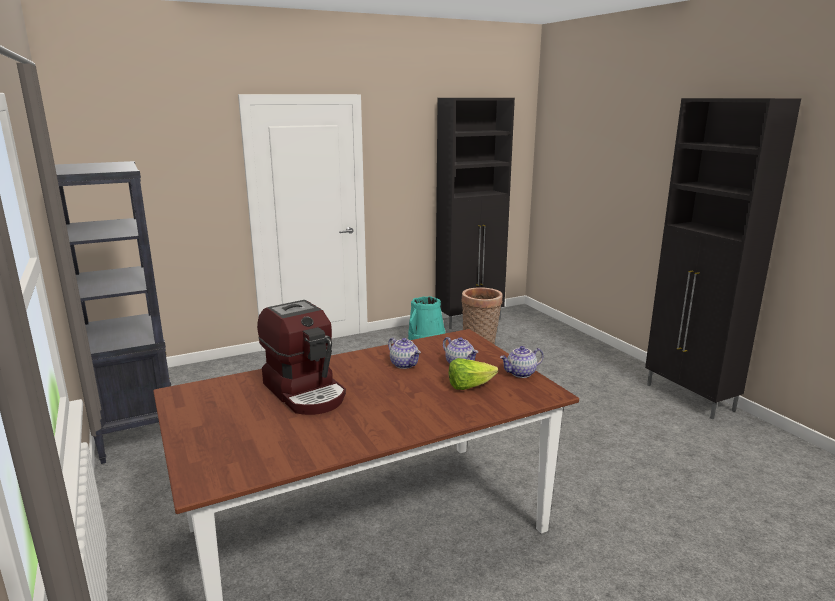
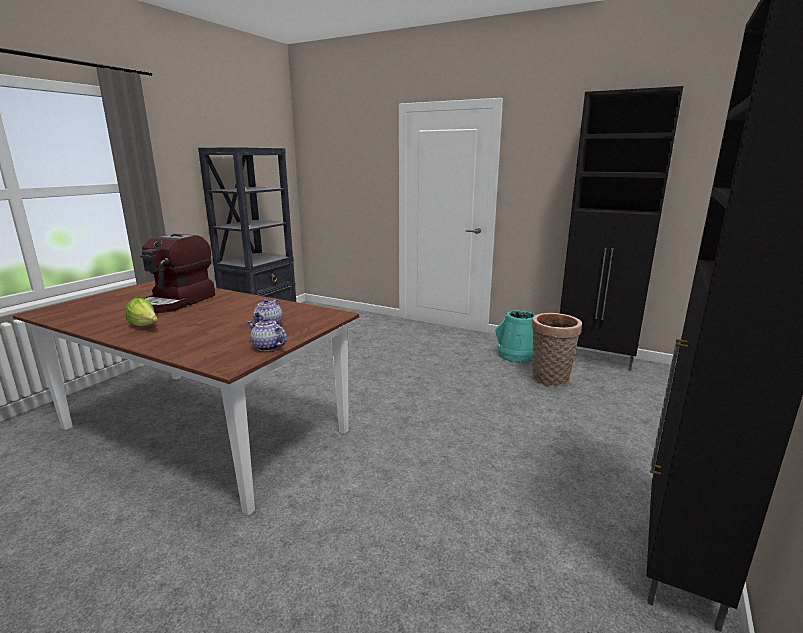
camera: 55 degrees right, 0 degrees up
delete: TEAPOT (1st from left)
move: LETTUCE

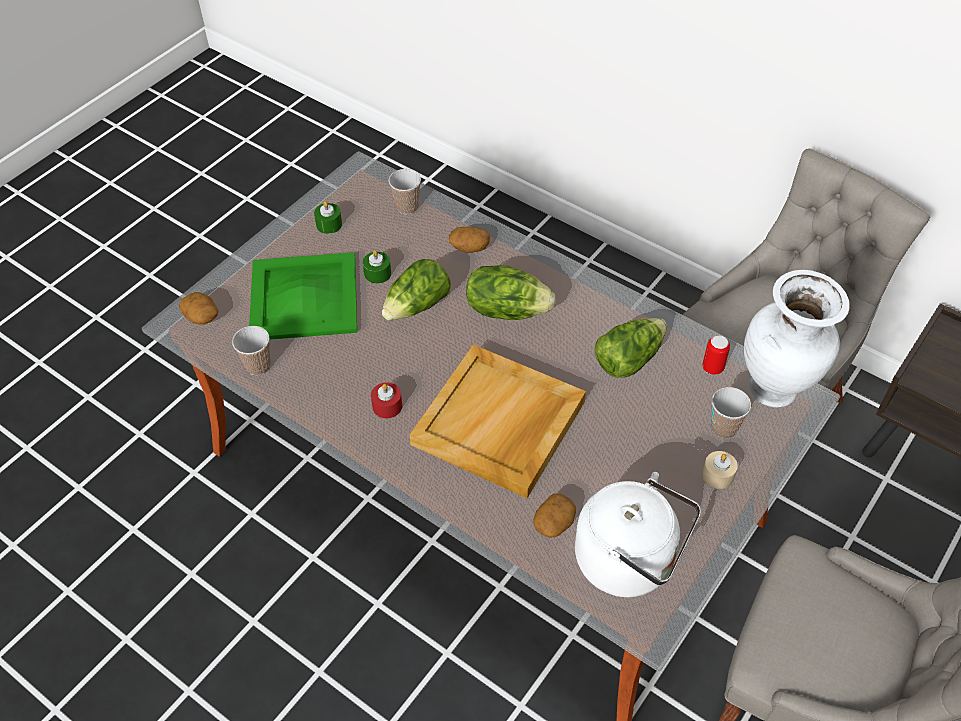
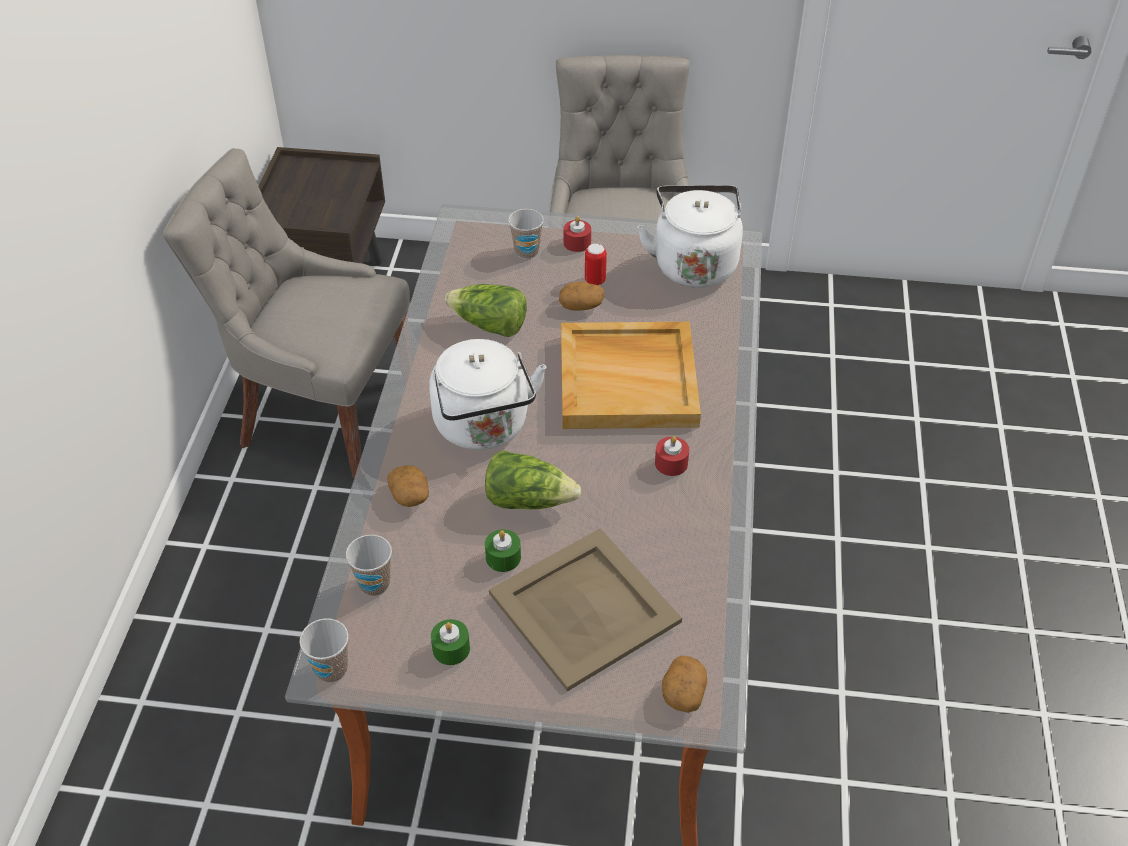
camera: 120 degrees left, 5 degrees down
delete: WHITE VASE
move: CUP (1st from left); POTATO (3rd from left in the first image) to POTATO (2nd from left); CAN
replace: LETTUCE (2nd from left) to WHITE KETTLE (1st from left)
recolor: GREEN TRAY to BEIGE TRAY (1st from left); BEIGE CANDLE to RED CANDLE (1st from left)

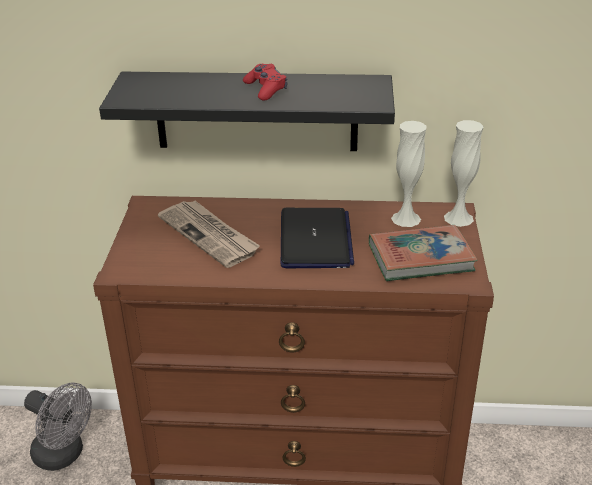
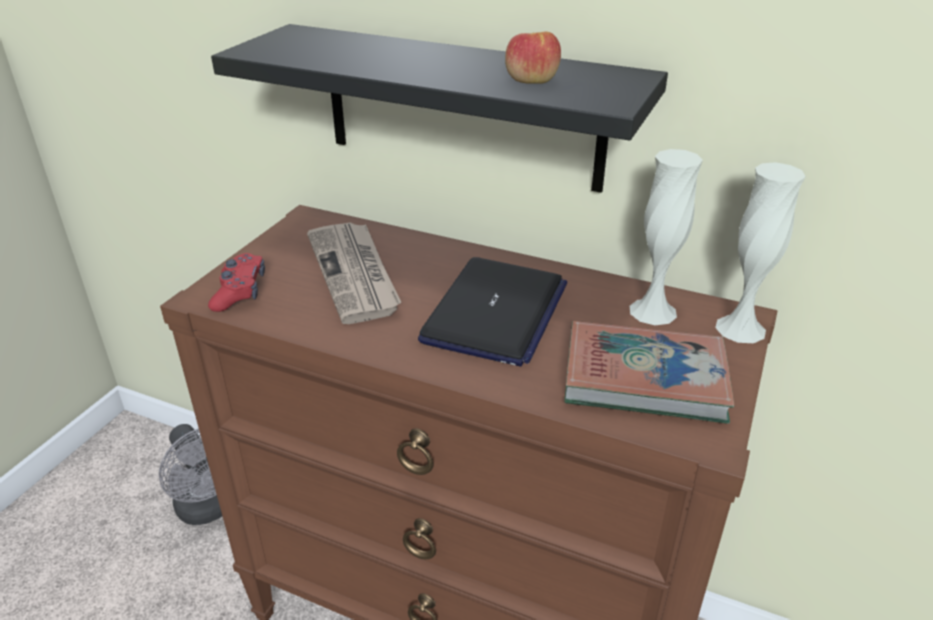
camera: 20 degrees right, 0 degrees up
insert: APPLE
move: RED GAME CONTROLLER

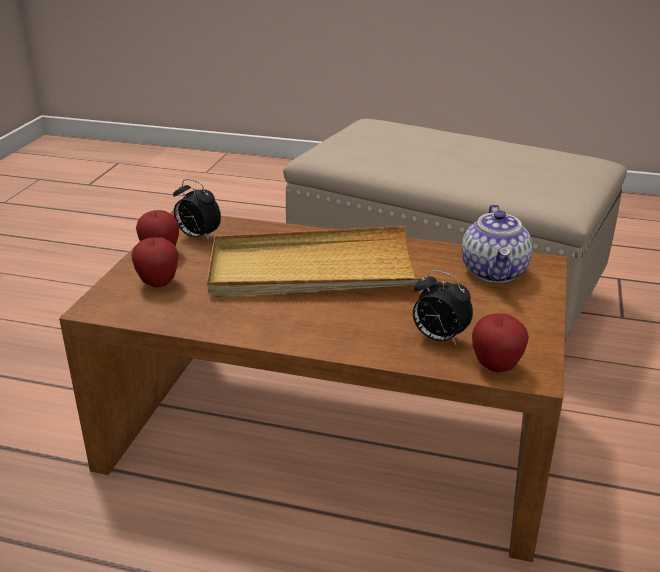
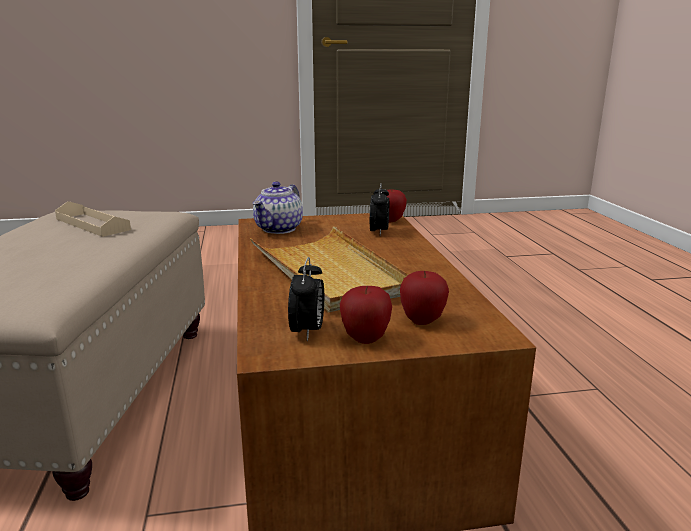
camera: 115 degrees left, 10 degrees down
insert: BEIGE TRAY (1st from left)
rotate: TEAPOT 135 degrees clockwise

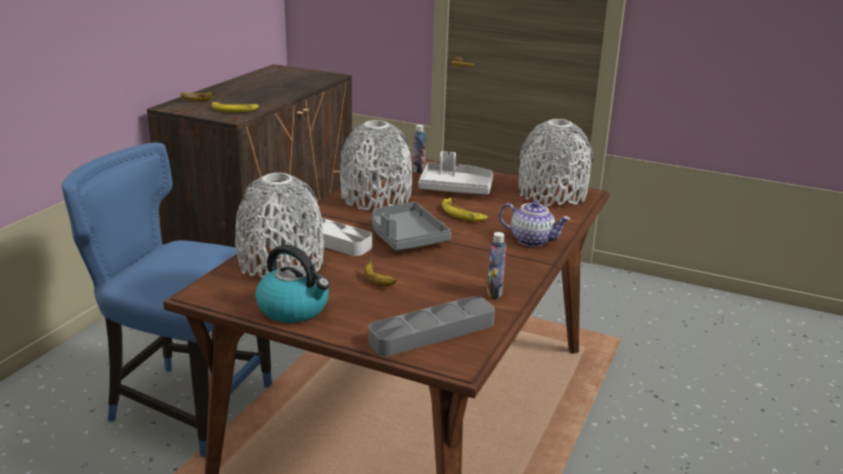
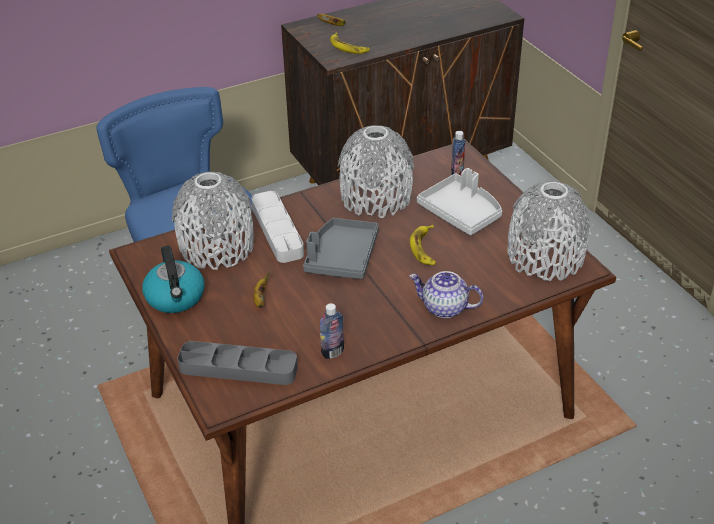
camera: 40 degrees right, 15 degrees up
rotate: TEAPOT 135 degrees clockwise

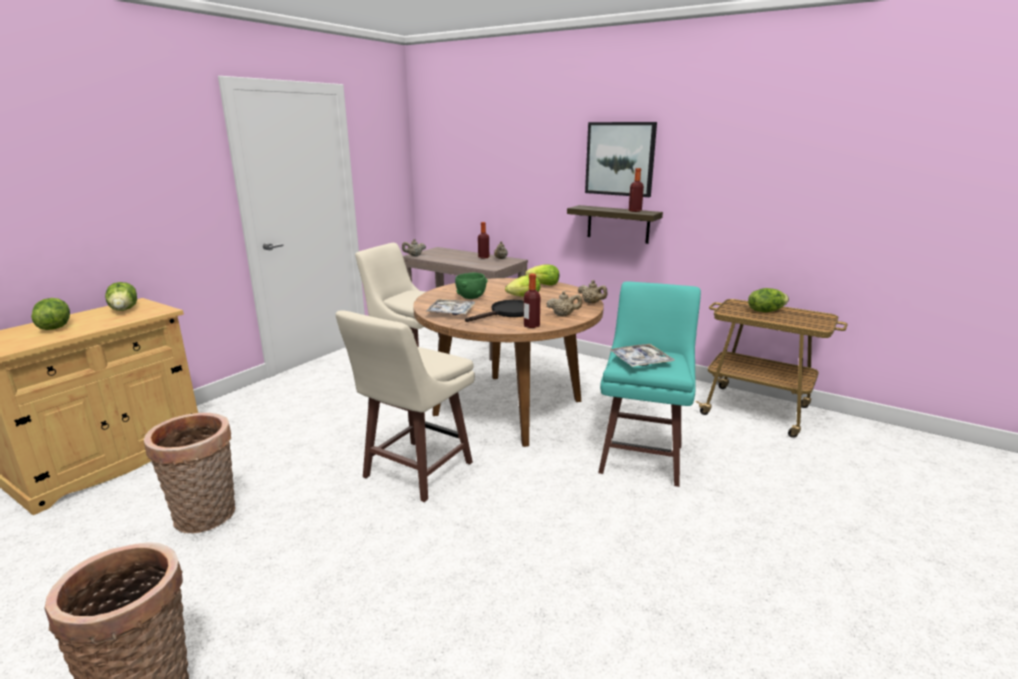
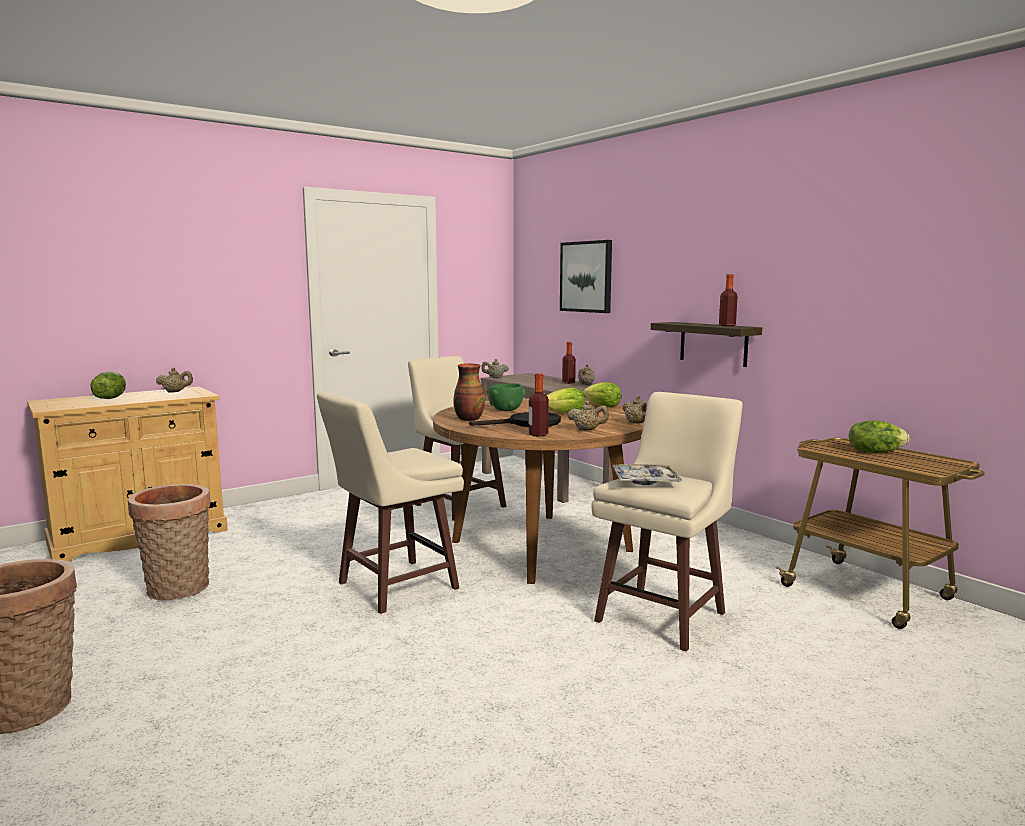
camera: 20 degrees right, 10 degrees down
move: PICTURE
replace: LETTUCE (2nd from left) to BEIGE TEAPOT (1st from left); TRAY (1st from left) to VASE
recolor: TURQUOISE STOOL to BEIGE STOOL (3rd from left)

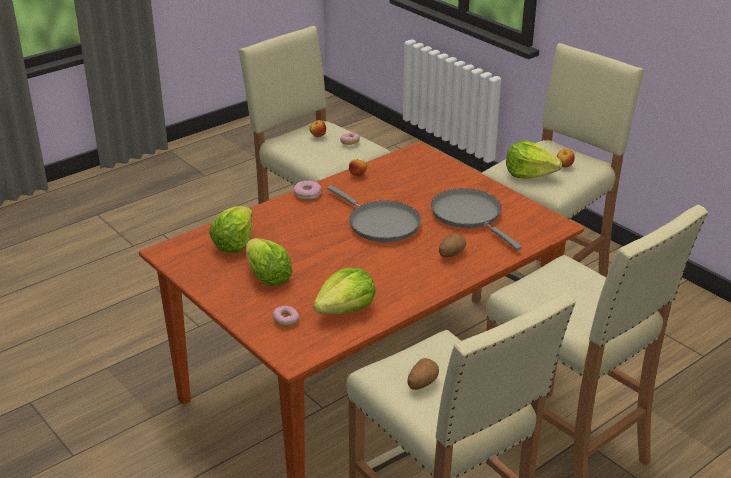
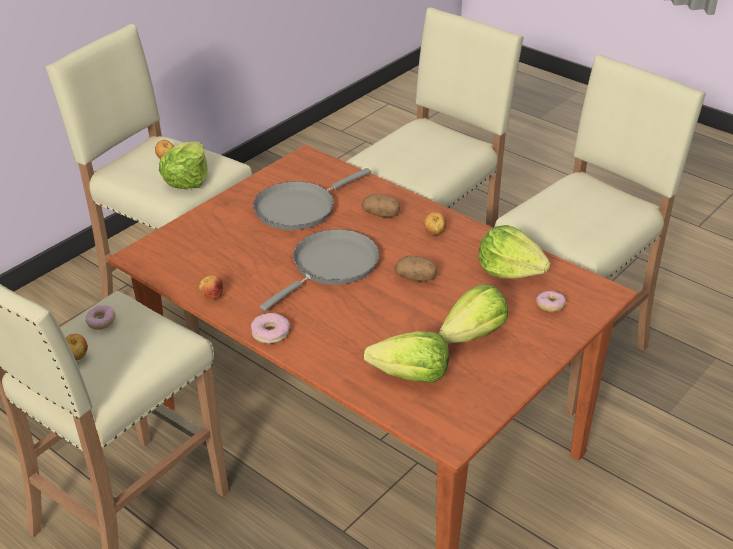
camera: 100 degrees left, 5 degrees up
insert: APPLE (4th from left)
move: POTATO (1st from left in the first image) to POTATO (2nd from left)

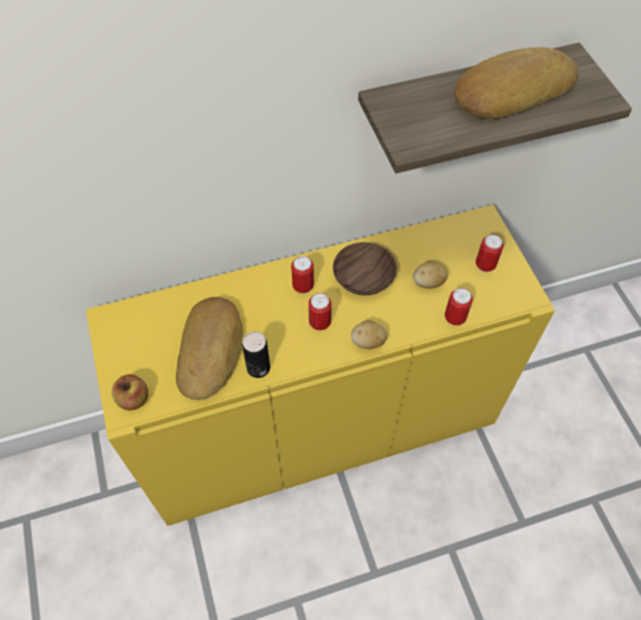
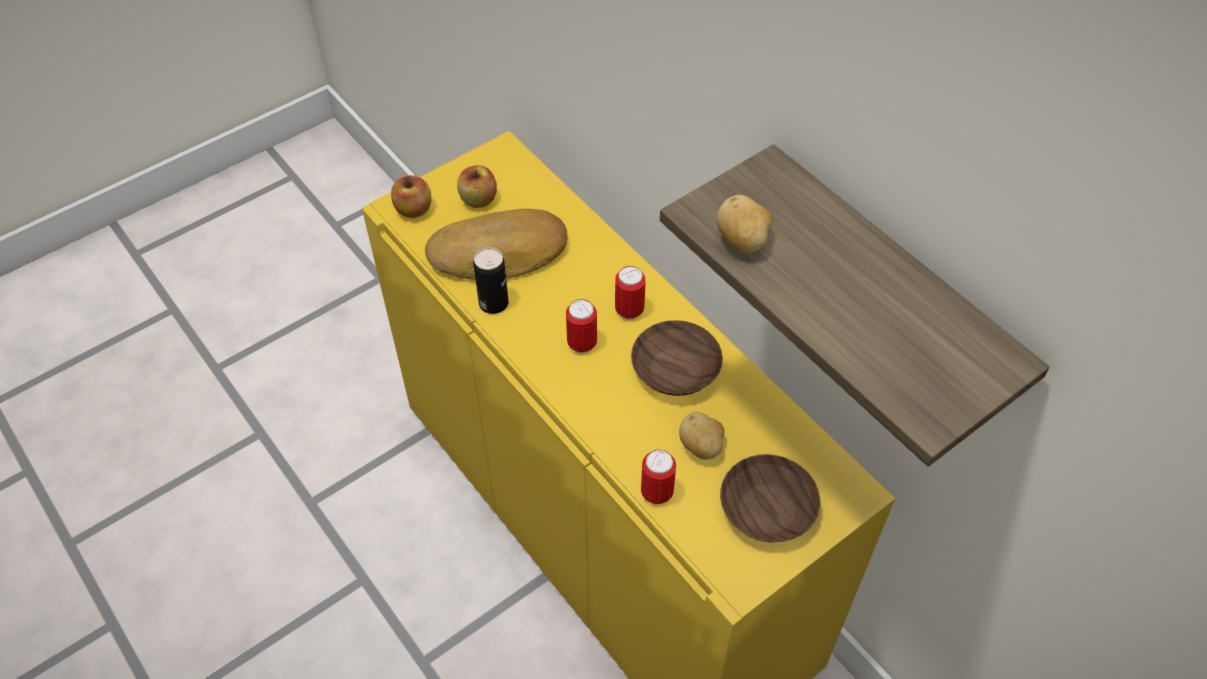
camera: 70 degrees right, 5 degrees down
delete: BREAD (2nd from left)
insert: APPLE (2nd from left)
move: POTATO (1st from left in the first image) to POTATO (2nd from left)
replace: CAN (5th from left) to BROWN BOWL (2nd from left)

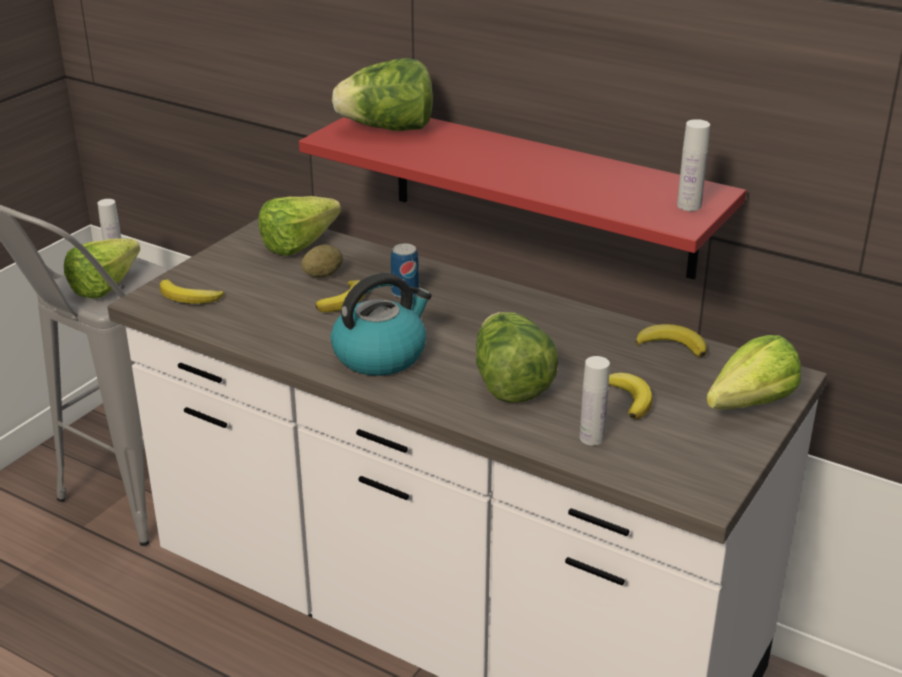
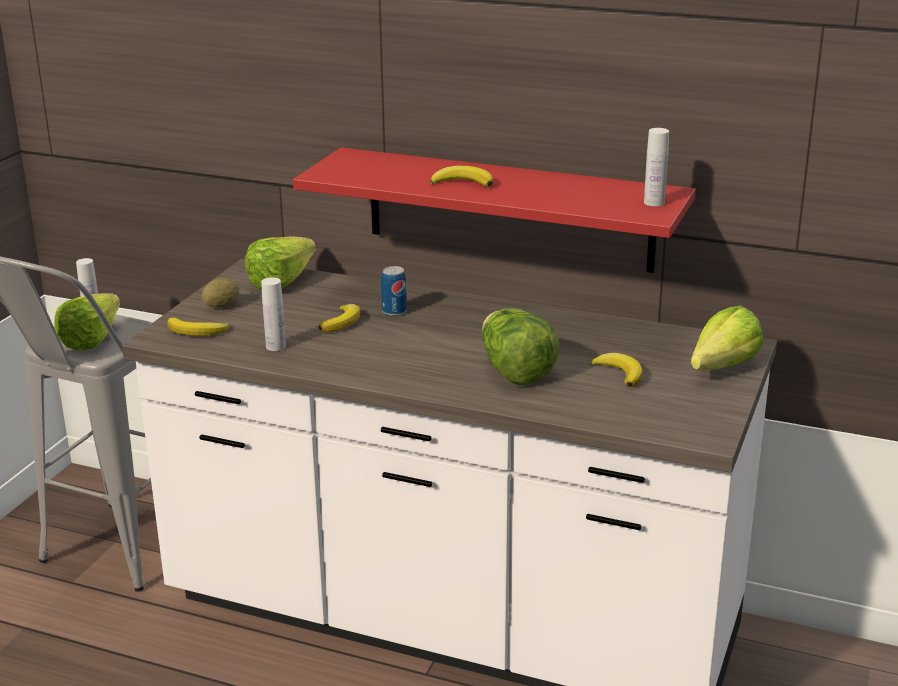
camera: 10 degrees left, 5 degrees down
delete: KETTLE; LETTUCE (3rd from left)
move: POTATO; WHITE BOTTLE (2nd from left); BANANA (4th from left in the first image) to BANANA (3rd from left)

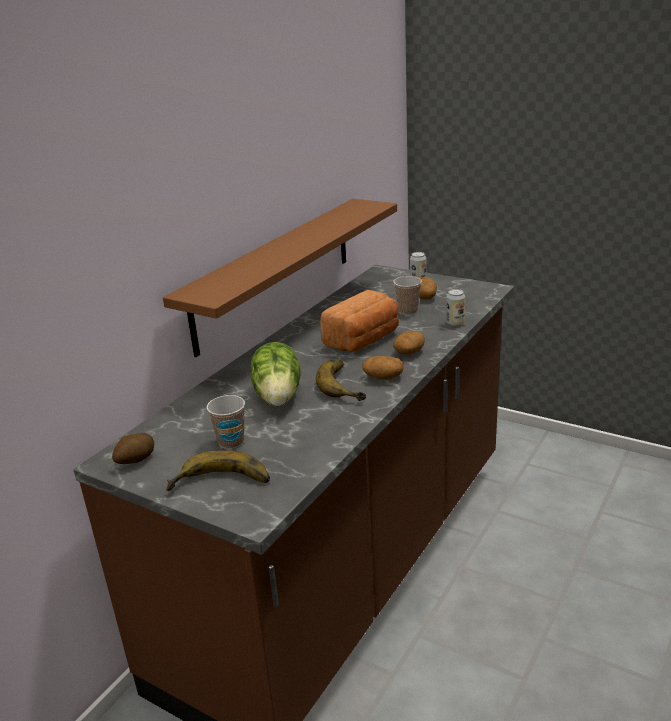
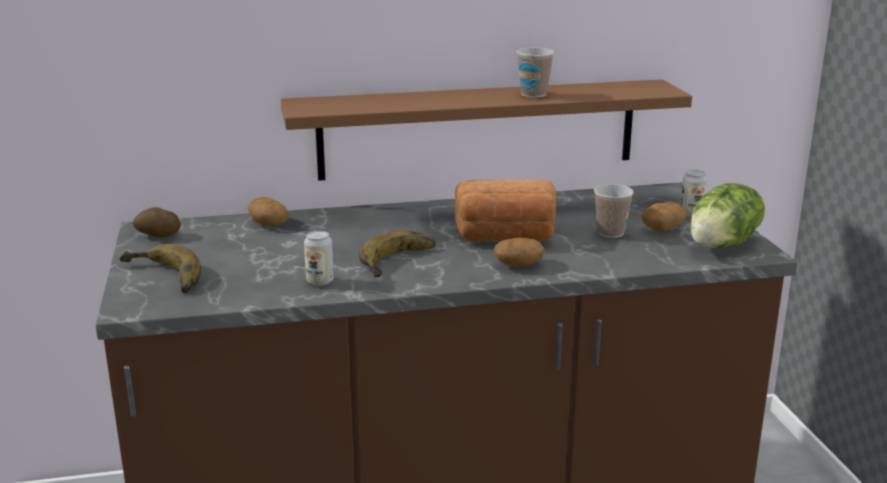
camera: 45 degrees right, 5 degrees down
move: CUP (1st from left); LETTUCE; POTATO (2nd from left); CAN (2nd from left in the first image) to CAN (1st from left)

